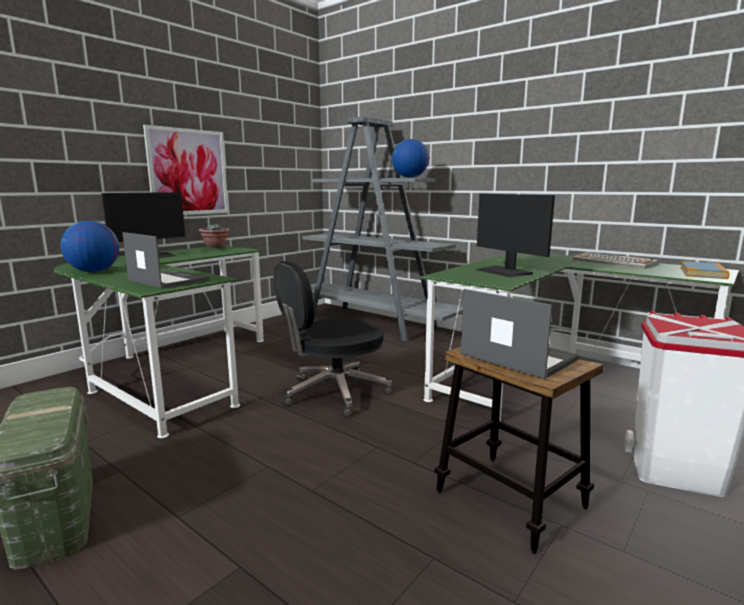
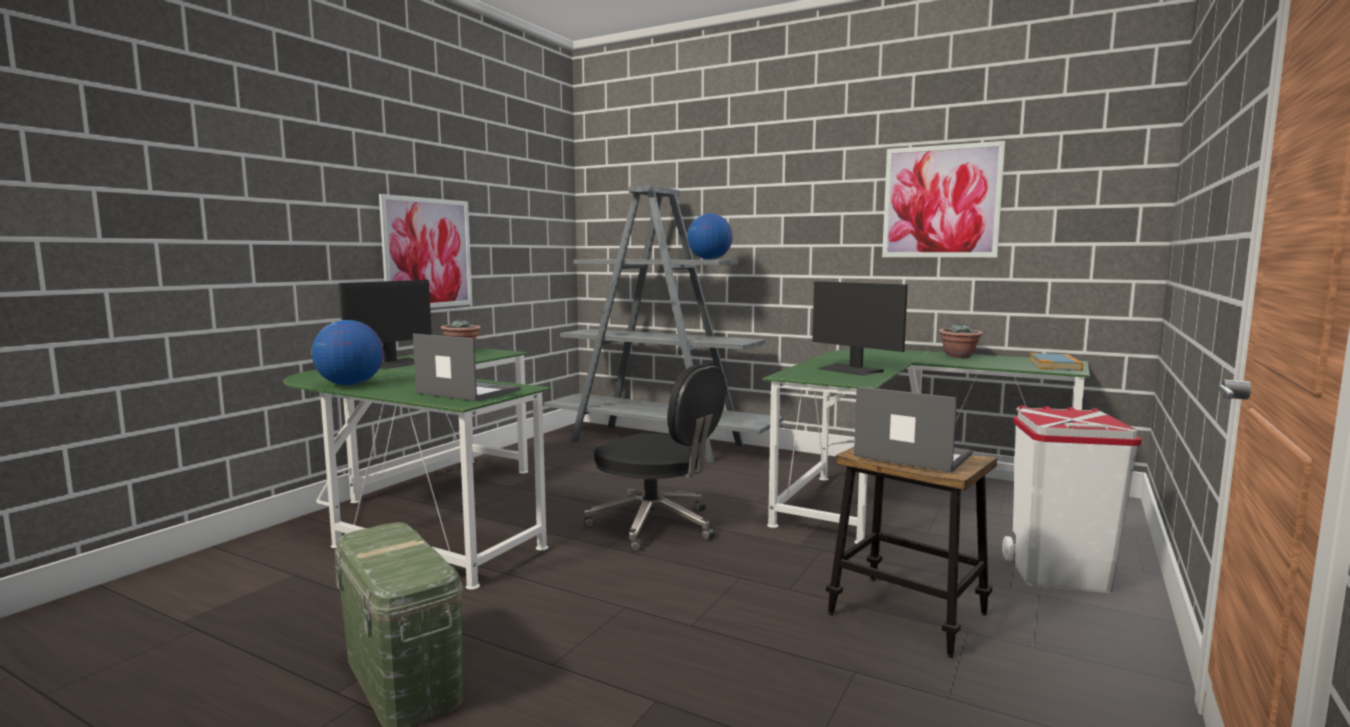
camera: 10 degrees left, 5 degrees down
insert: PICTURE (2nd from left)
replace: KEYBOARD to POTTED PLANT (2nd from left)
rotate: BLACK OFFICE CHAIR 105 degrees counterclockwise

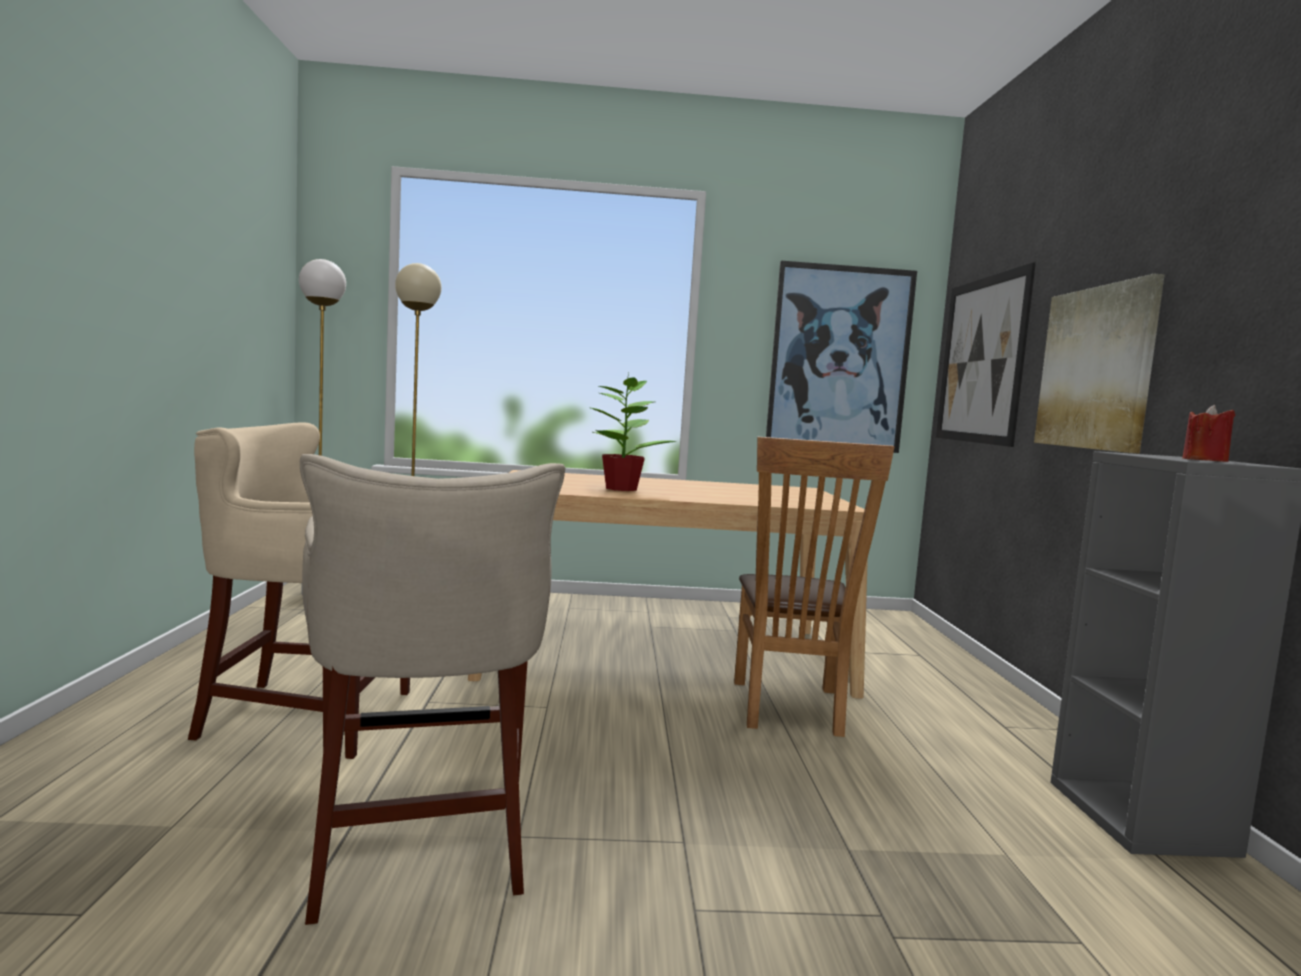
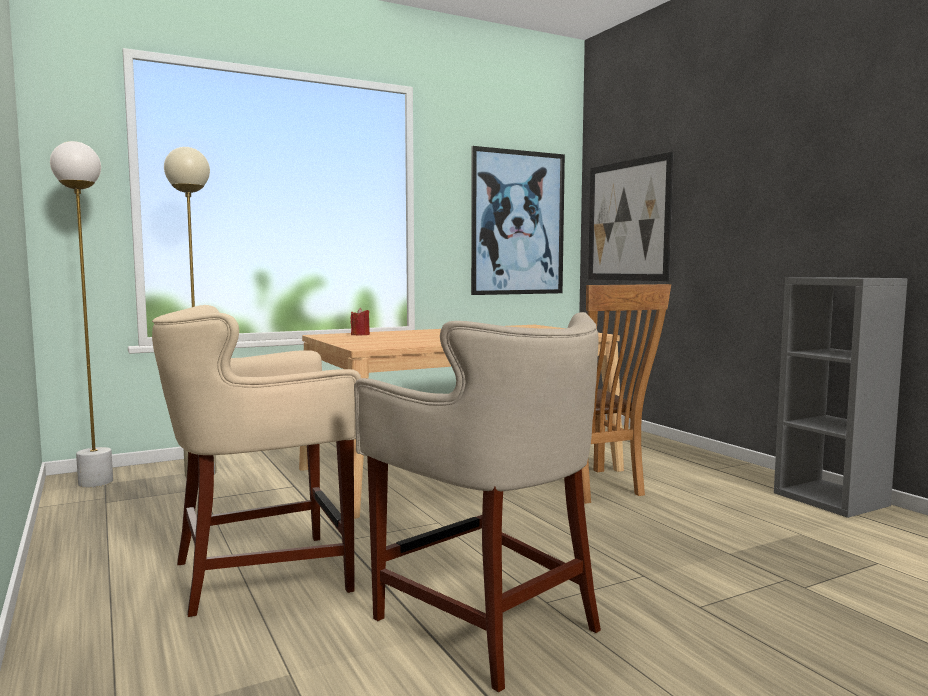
camera: 25 degrees left, 0 degrees up
delete: POTTED PLANT; PICTURE (3rd from left)
move: RED CANDLE

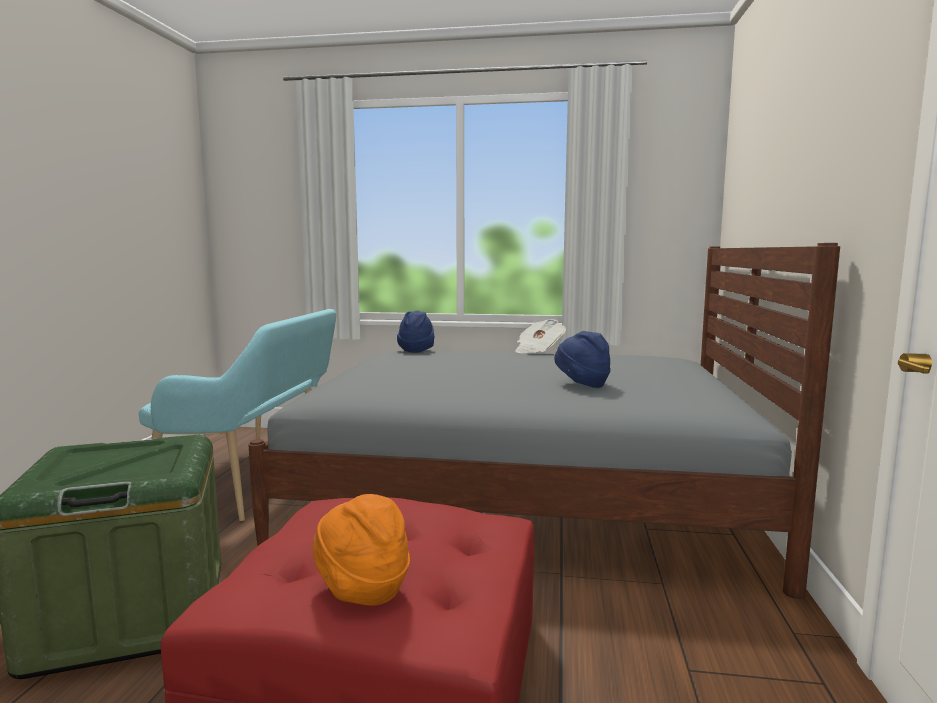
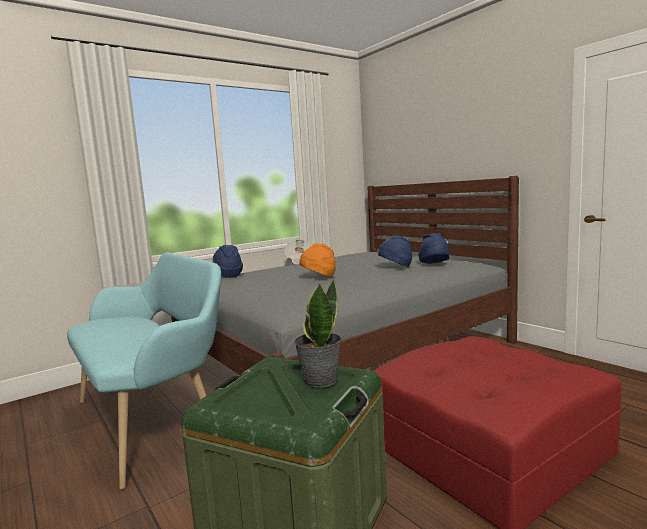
camera: 45 degrees left, 0 degrees up
insert: POTTED PLANT; BLUE HAT (3rd from left)
move: ORANGE HAT

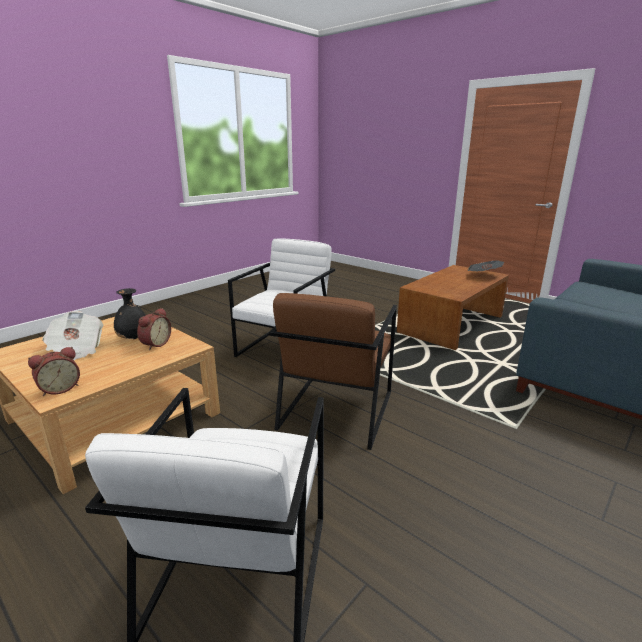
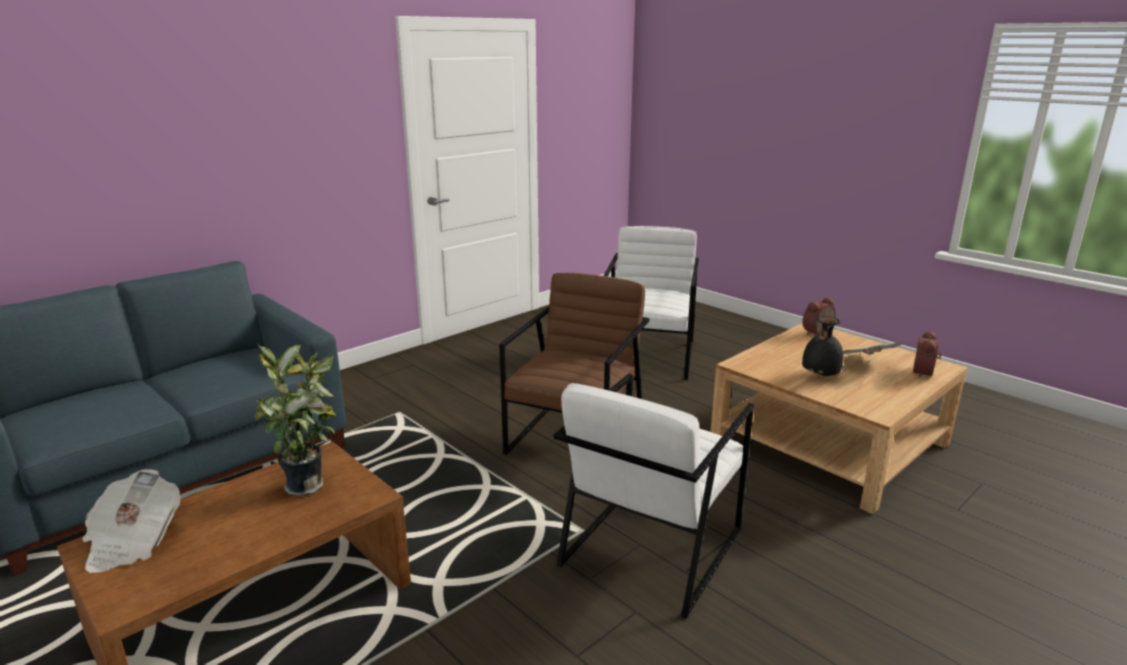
camera: 175 degrees left, 0 degrees up
insert: POTTED PLANT
move: ALARM CLOCK (2nd from left)

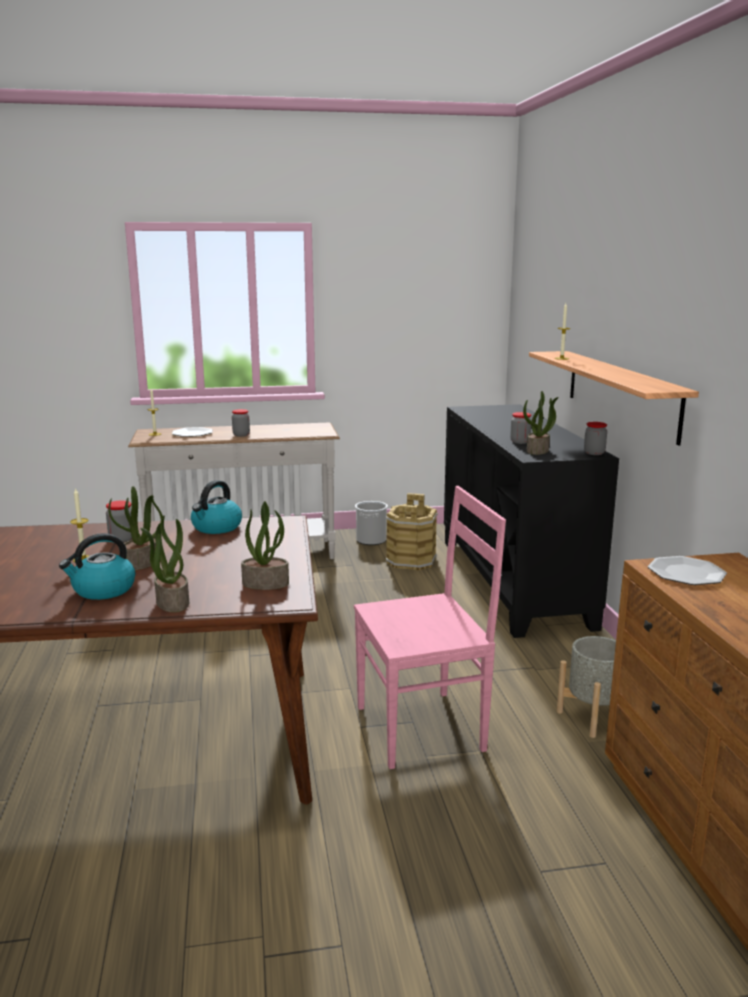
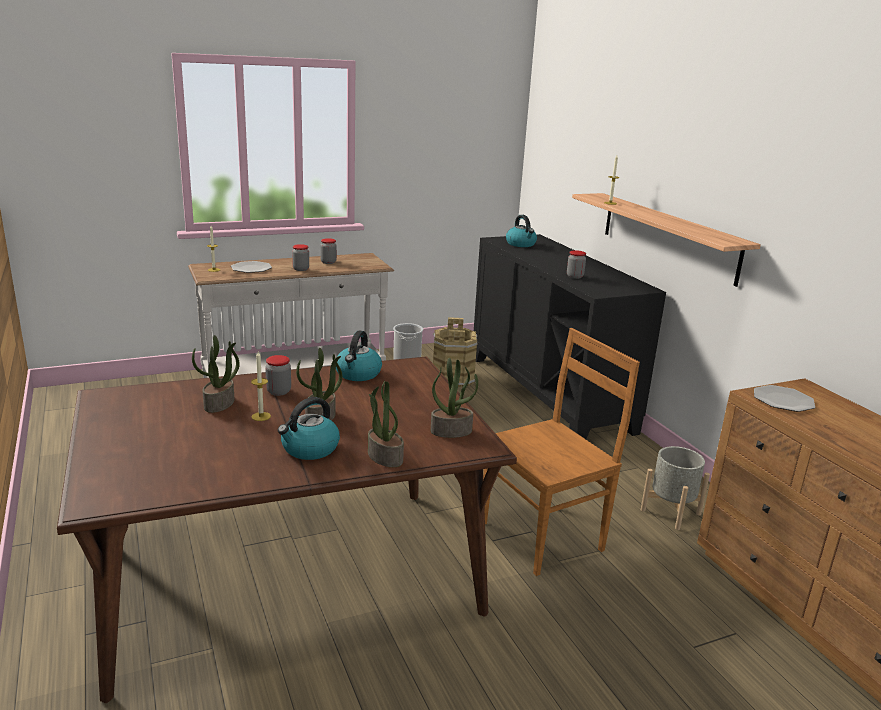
camera: 15 degrees left, 5 degrees up
insert: KETTLE (3rd from left)
move: POTTED PLANT (4th from left in the first image) to POTTED PLANT (1st from left); JAR (4th from left in the first image) to JAR (3rd from left)
recolor: PINK CHAIR to BROWN CHAIR

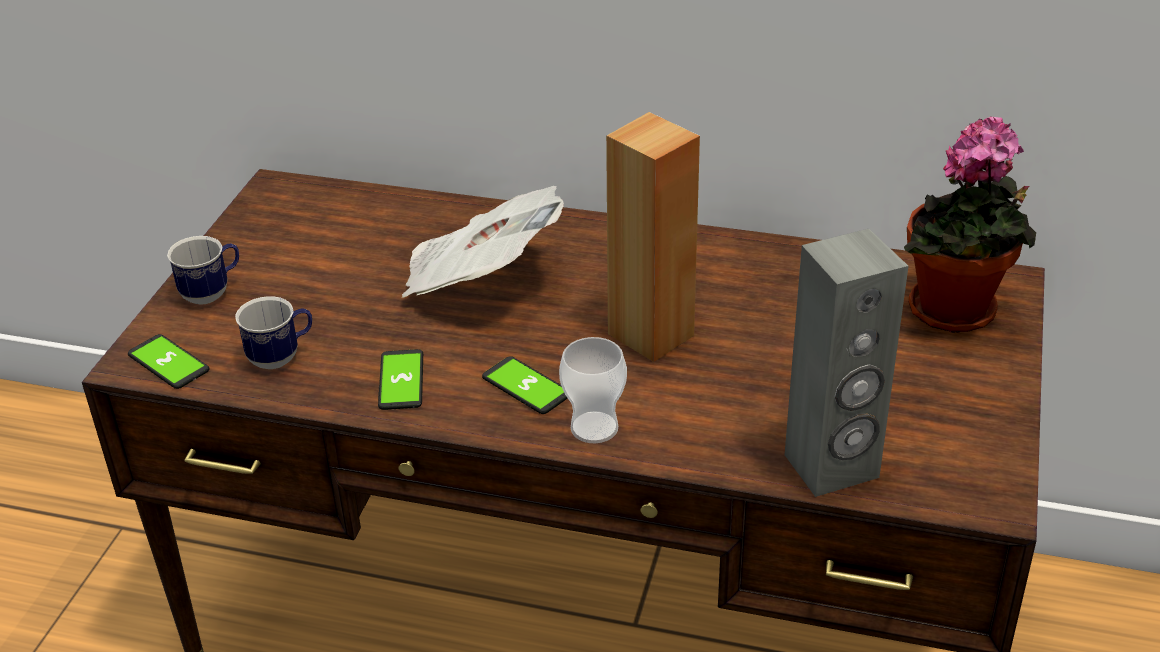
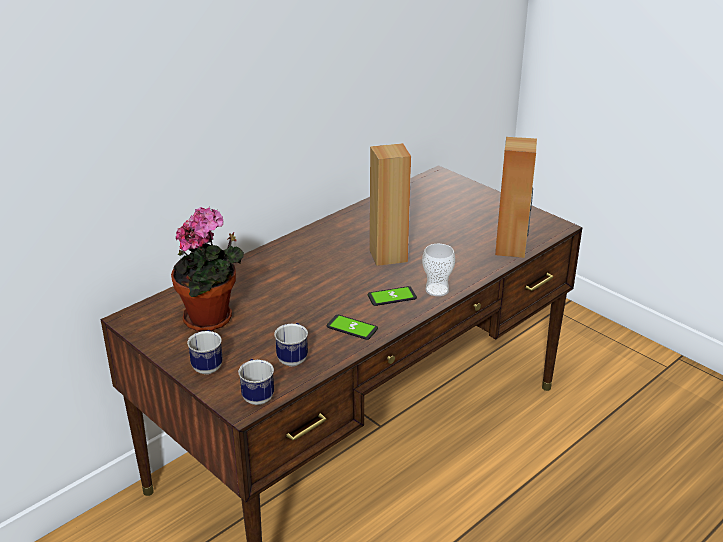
camera: 60 degrees left, 5 degrees down
delete: NEWSPAPER
move: POTTED PLANT
replace: PHONE (1st from left) to MUG (2nd from left)
recolor: GREY SPEAKER to BROWN SPEAKER (2nd from left)

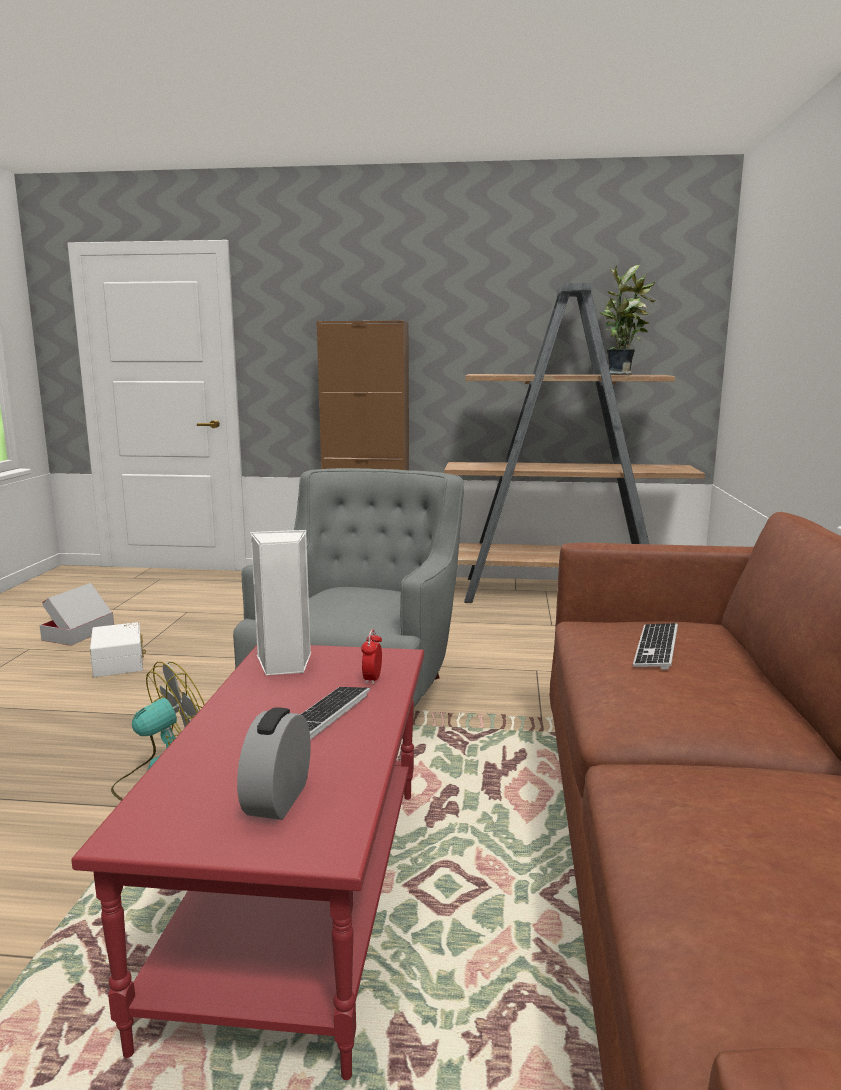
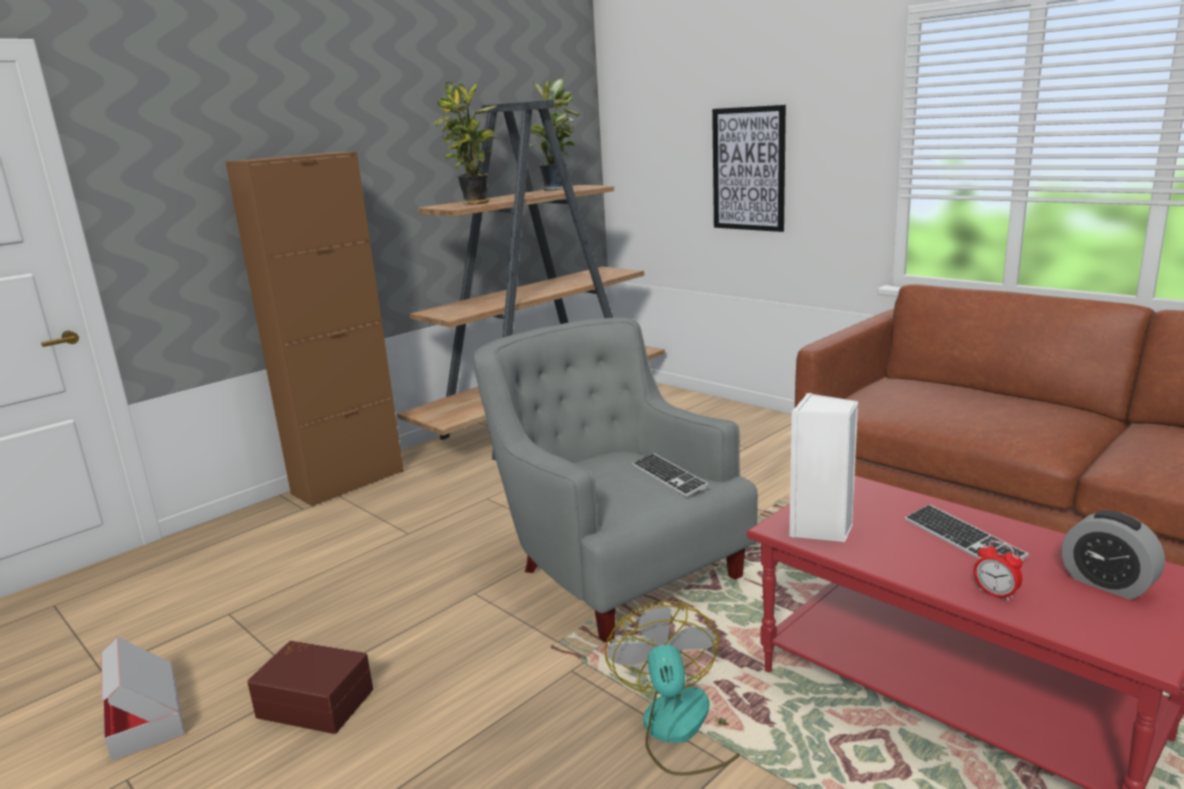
camera: 50 degrees left, 5 degrees up
insert: POTTED PLANT (1st from left); PICTURE
move: ALARM CLOCK (2nd from left in the first image) to ALARM CLOCK (1st from left); KEYBOARD (2nd from left in the first image) to KEYBOARD (1st from left)
recolor: WHITE STORAGE BOX to BROWN STORAGE BOX

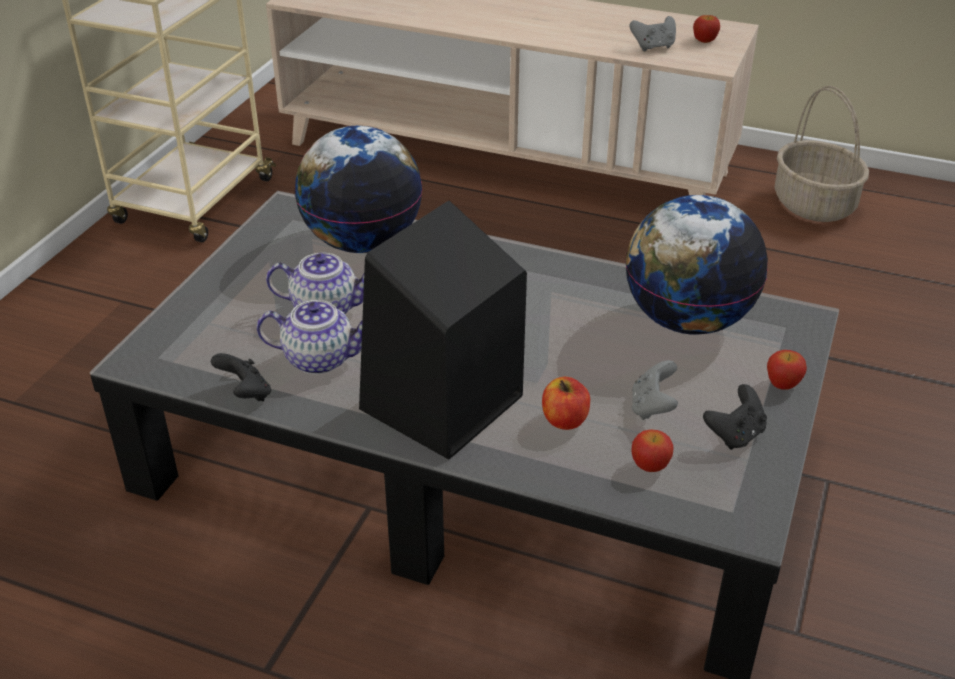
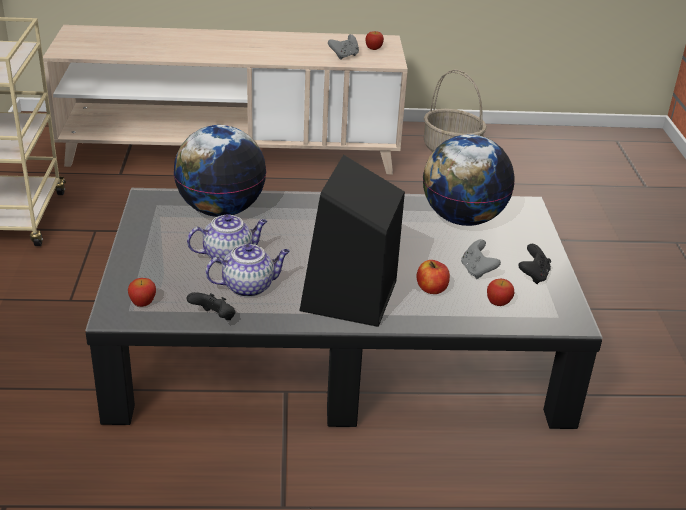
camera: 25 degrees left, 5 degrees down
move: APPLE (4th from left in the first image) to APPLE (1st from left)

